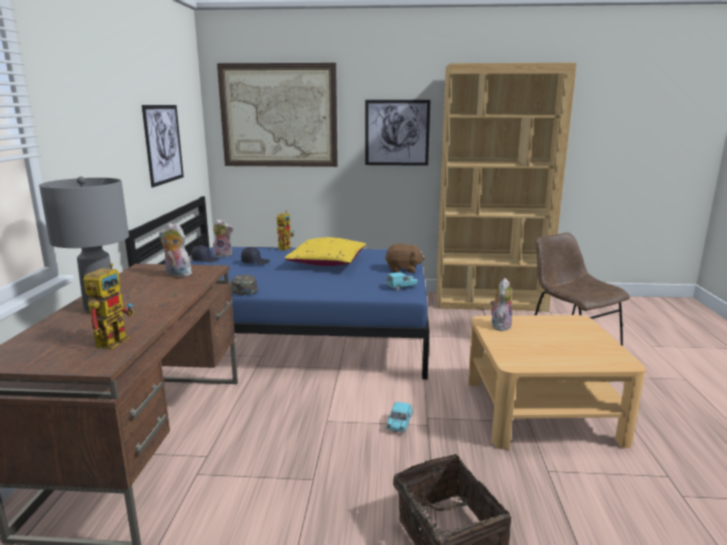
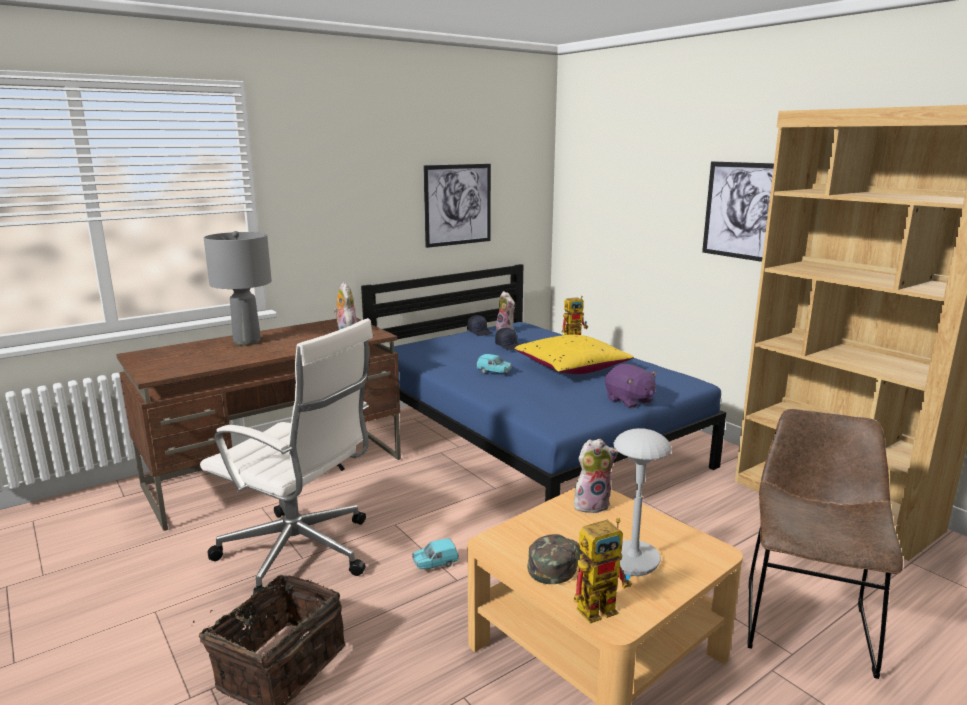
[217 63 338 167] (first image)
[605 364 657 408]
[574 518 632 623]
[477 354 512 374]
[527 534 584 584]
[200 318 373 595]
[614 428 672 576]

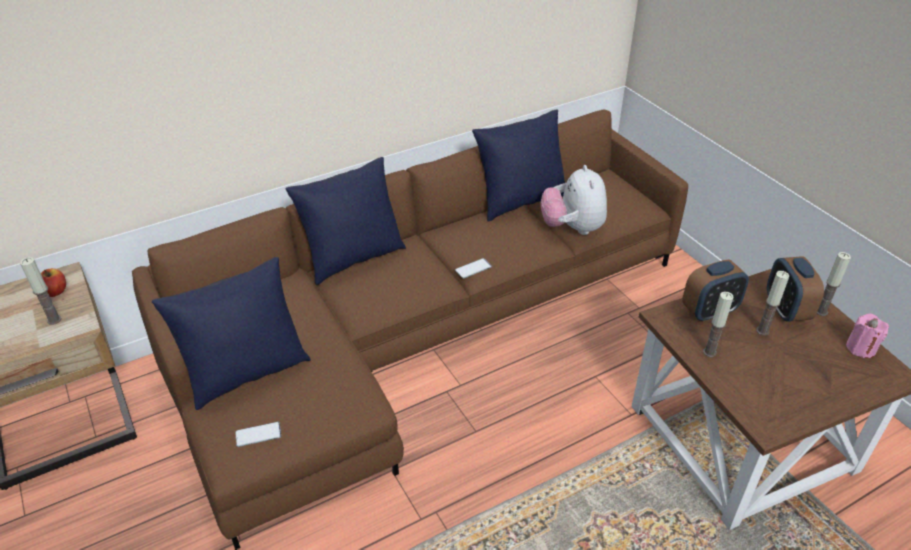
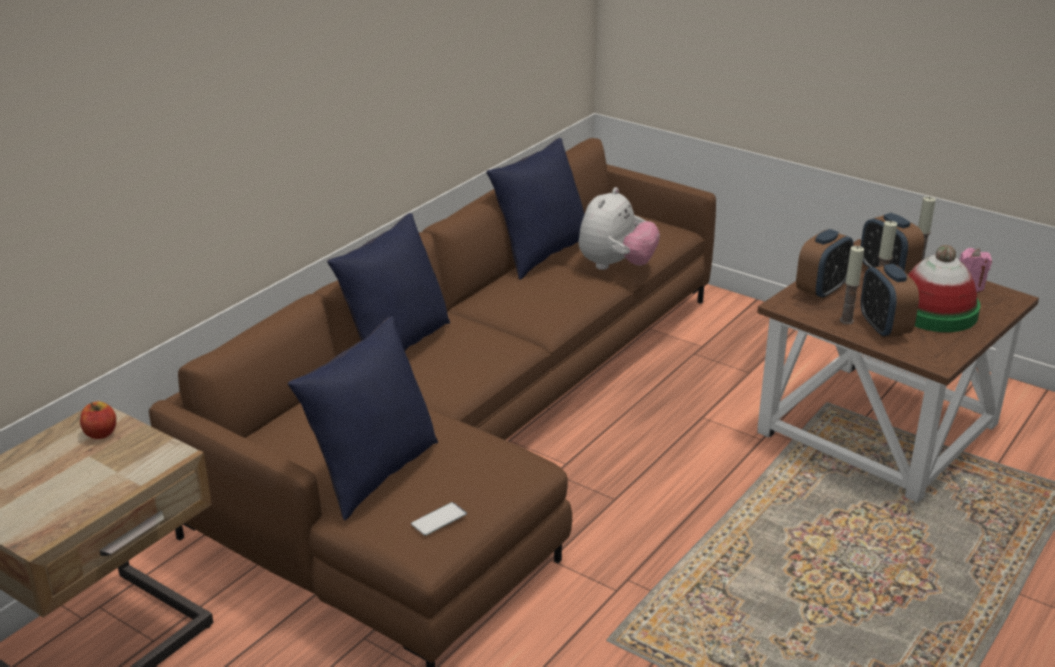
[579 187 660 270]
[20 257 62 325] (first image)
[455 258 492 278] (first image)
[908 245 981 332]
[861 264 919 338]

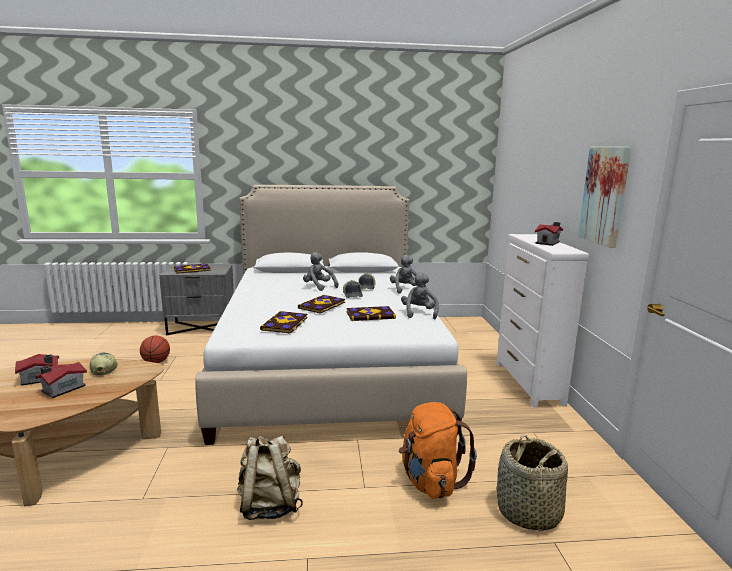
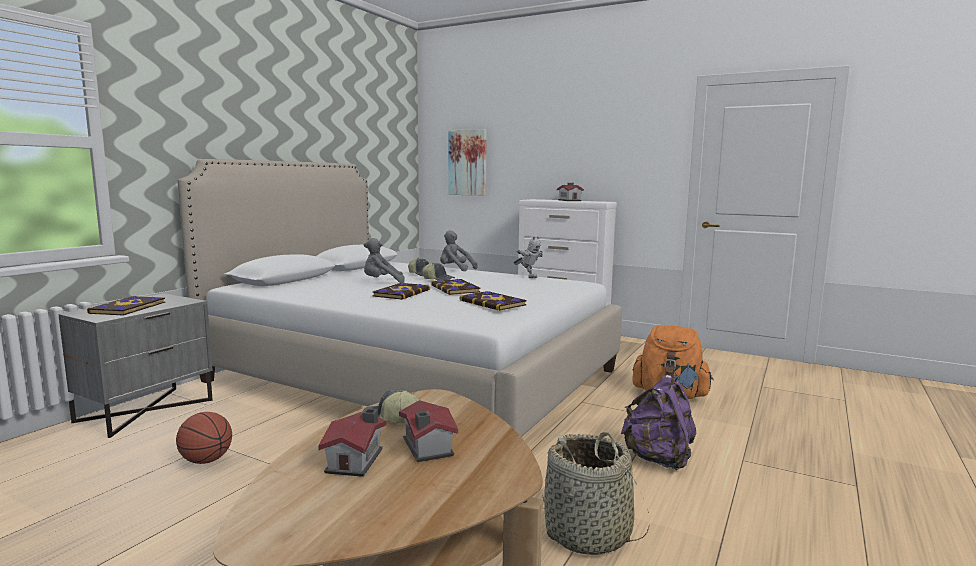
[448 129 487 196]
[513 236 543 278]
[372 282 430 300]
[542 432 650 555]
[621 375 696 470]

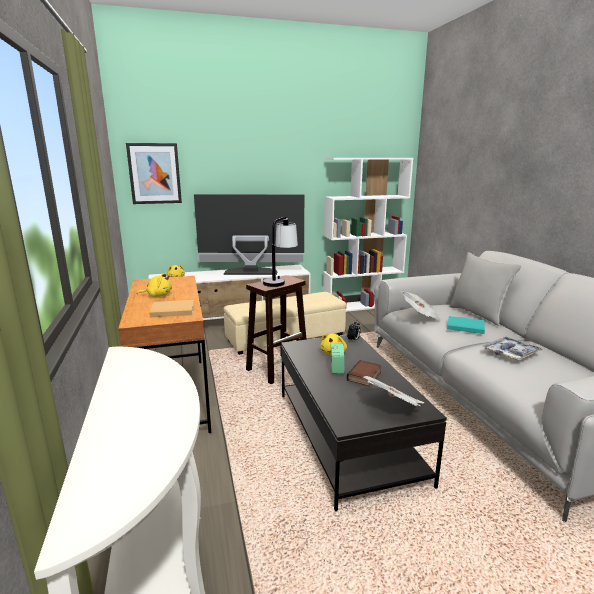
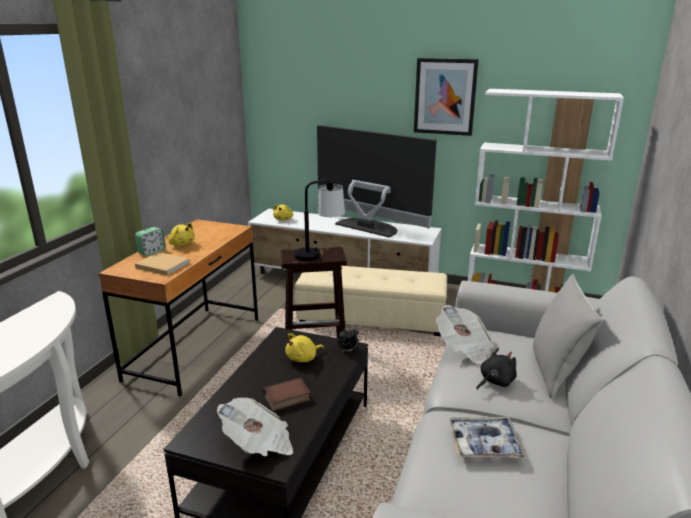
[414 58 479 136]
[477 348 516 390]
[135 227 166 256]

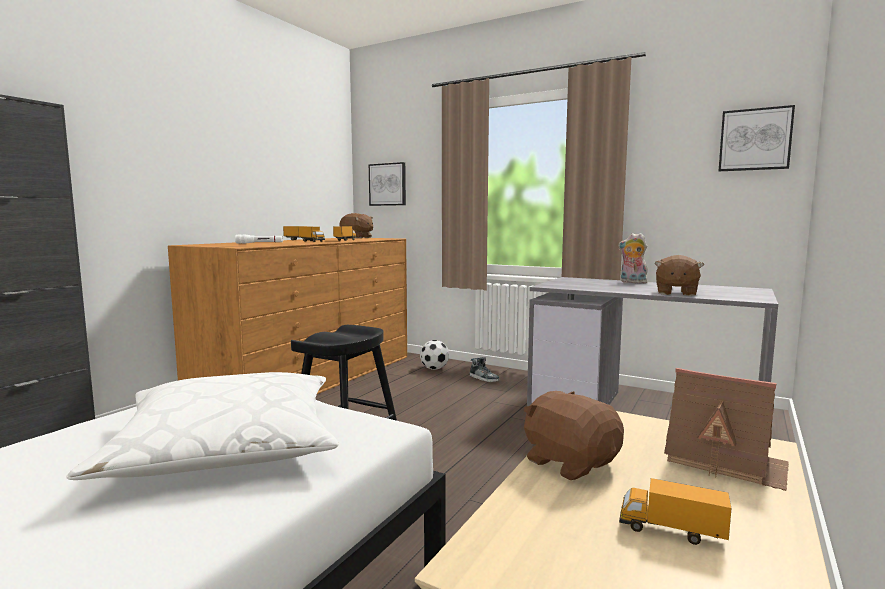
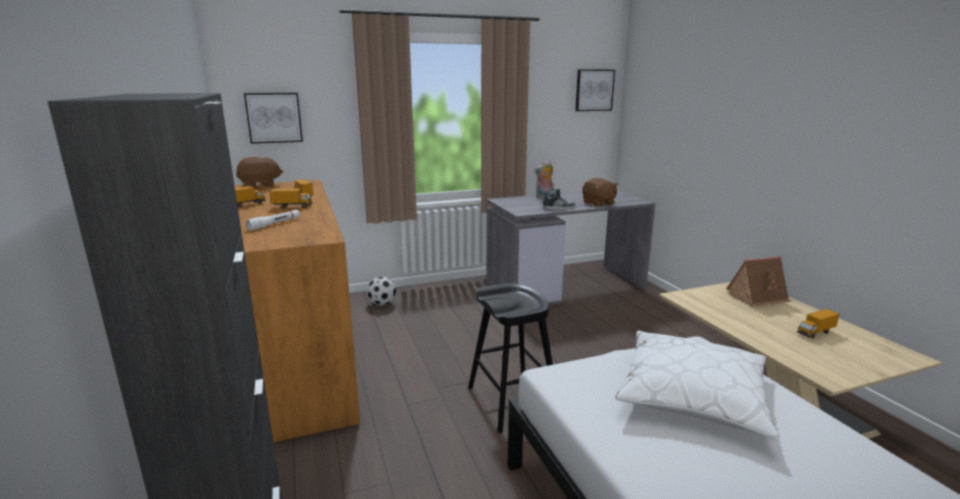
[543 189 575 209]
[524 391 624 480] (first image)

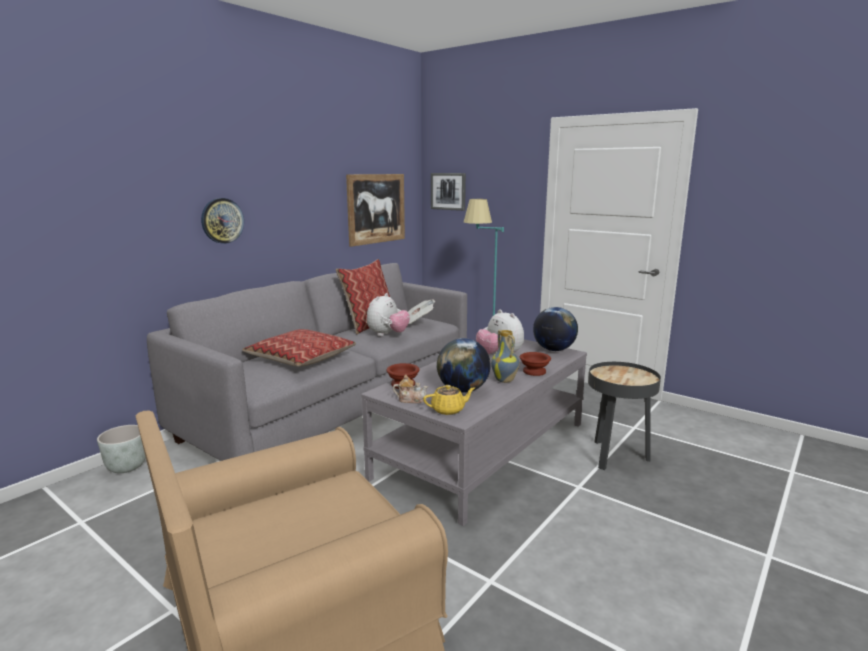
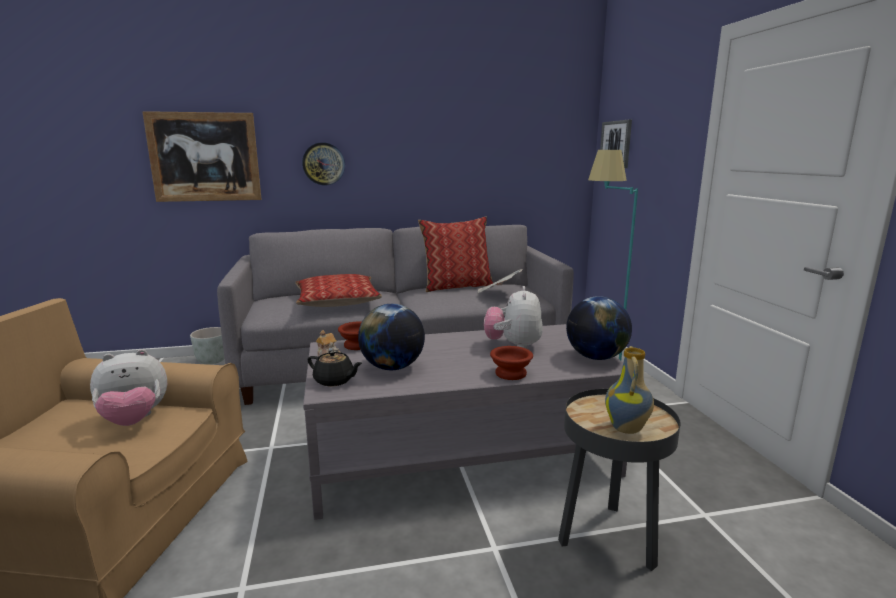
[142 111 262 202]
[90 349 167 426]
[605 346 654 434]
[308 350 362 387]

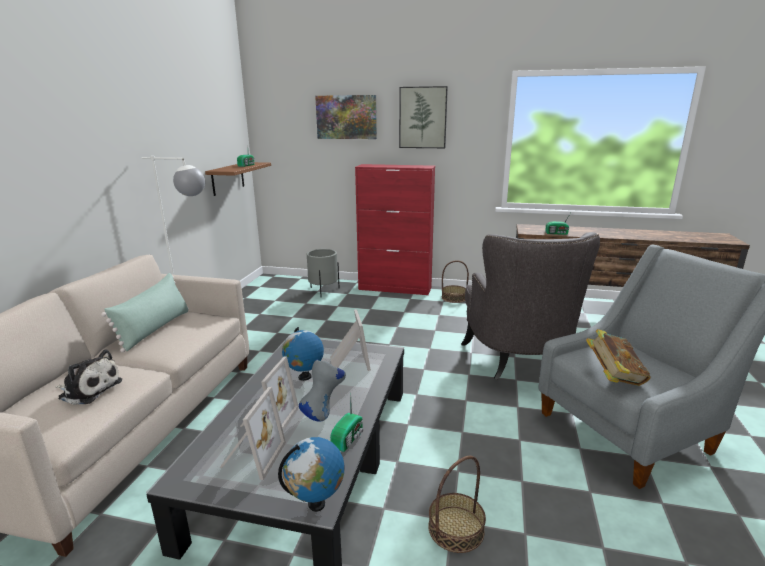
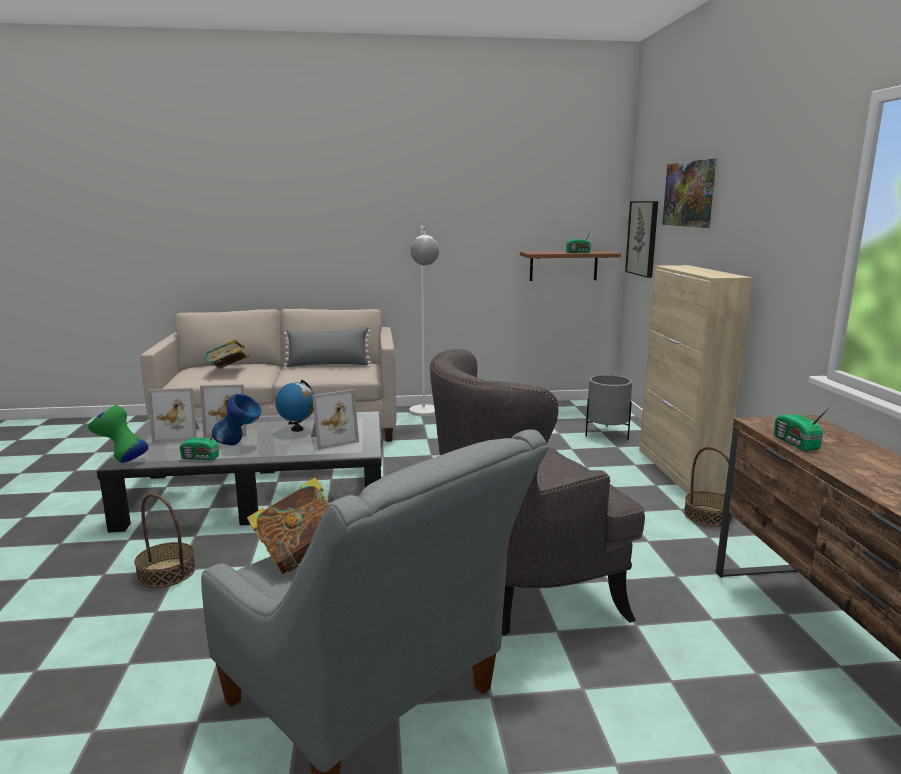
[625 201 658 278]
[639 265 753 494]
[284 326 371 367]
[205 339 249 368]
[212 394 261 445]
[88 405 149 463]

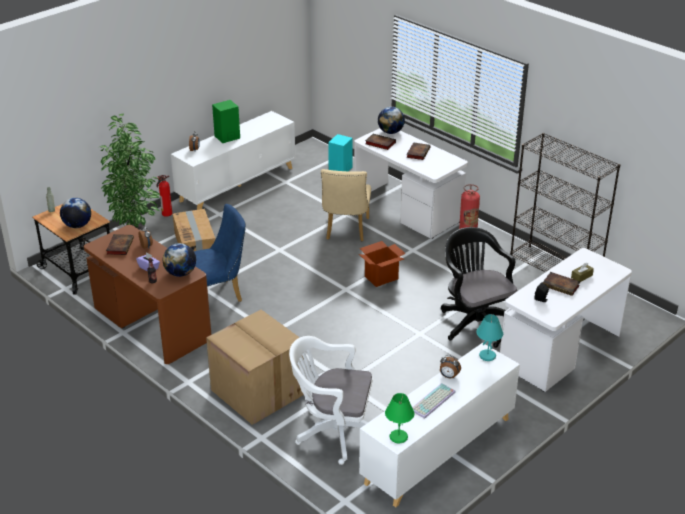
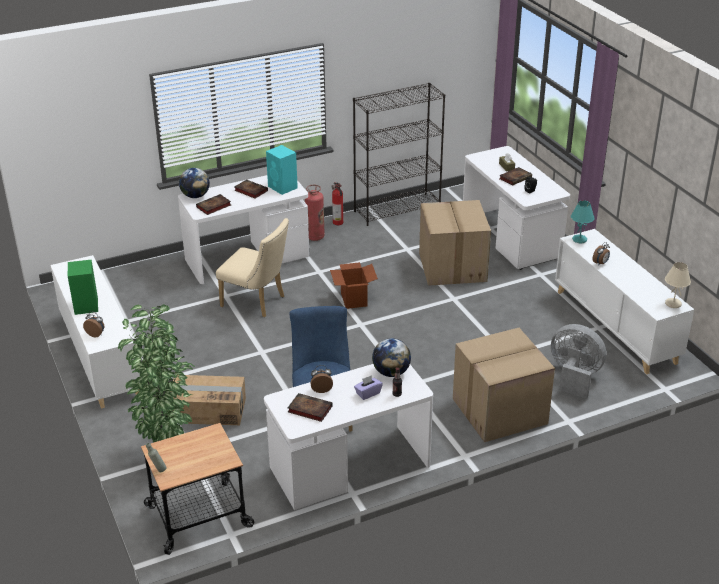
[266 145 298 195]
[332 182 343 225]
[60 198 91 228] (first image)
[264 364 433 510]
[419 200 491 286]
[551 324 606 399]
[412 383 456 419] (first image)
[665 262 691 308]

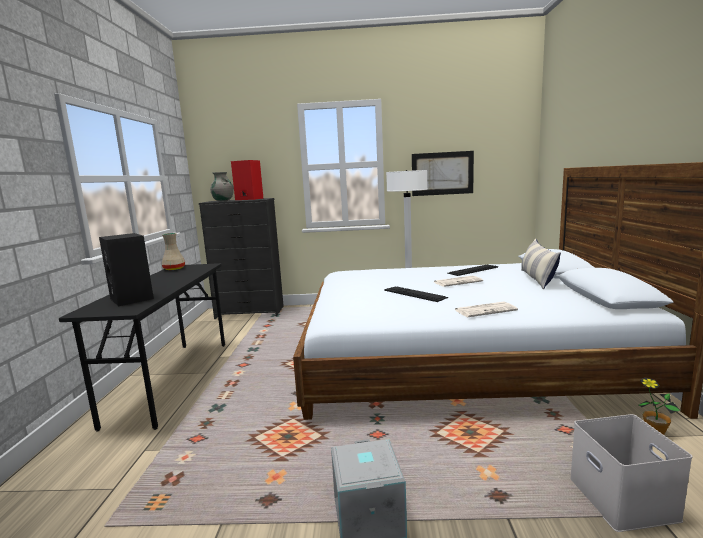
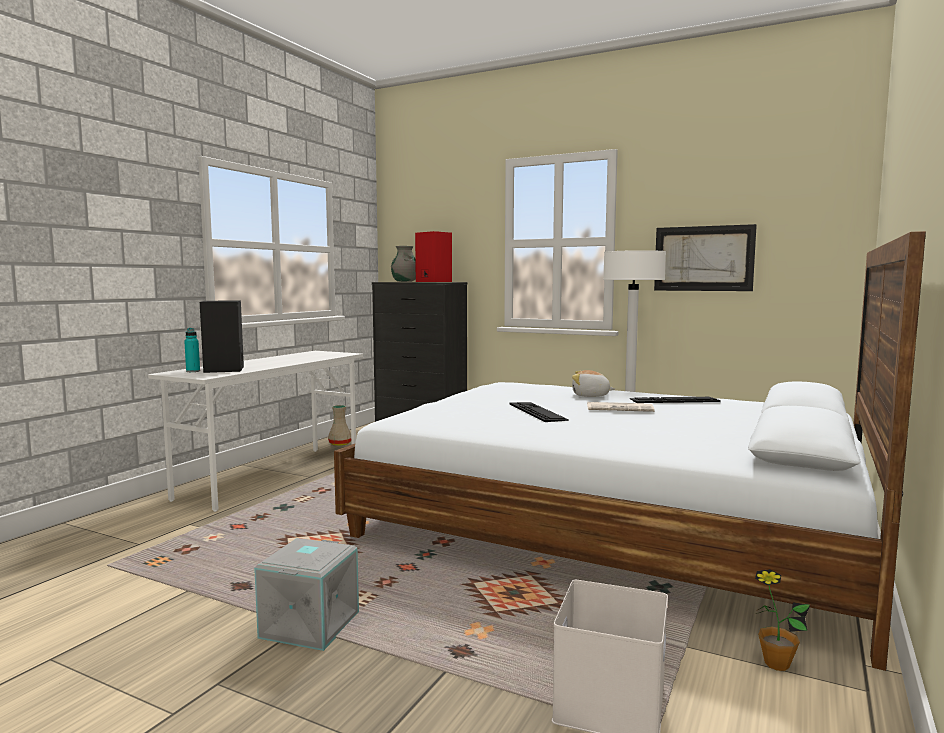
[328 405 351 446]
[521 239 561 290] (first image)
[148 351 363 512]
[455 302 518 317] (first image)
[184 328 200 372]
[572 370 615 397]

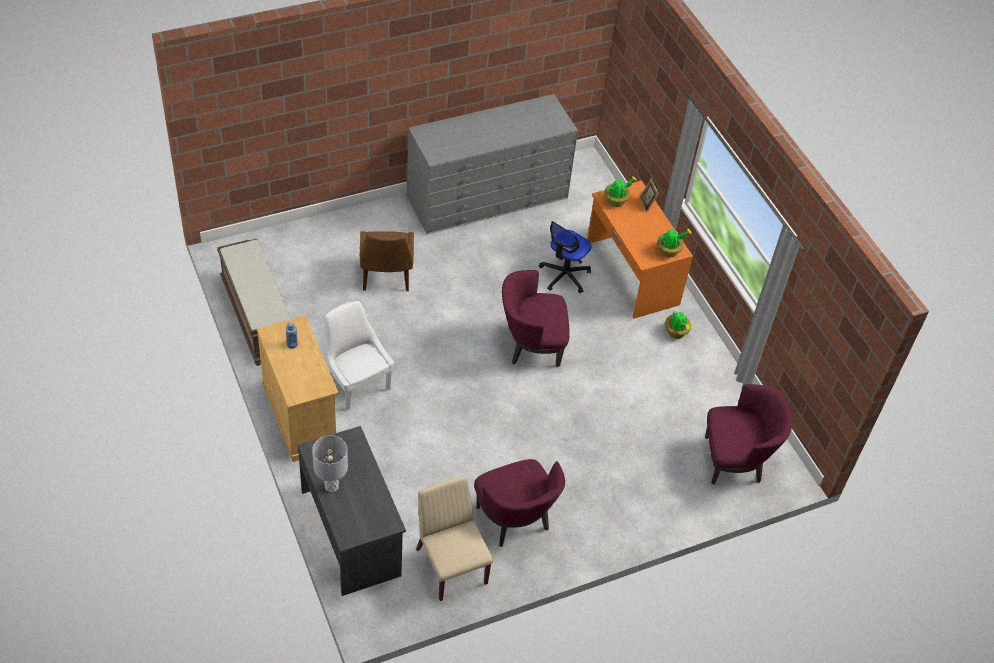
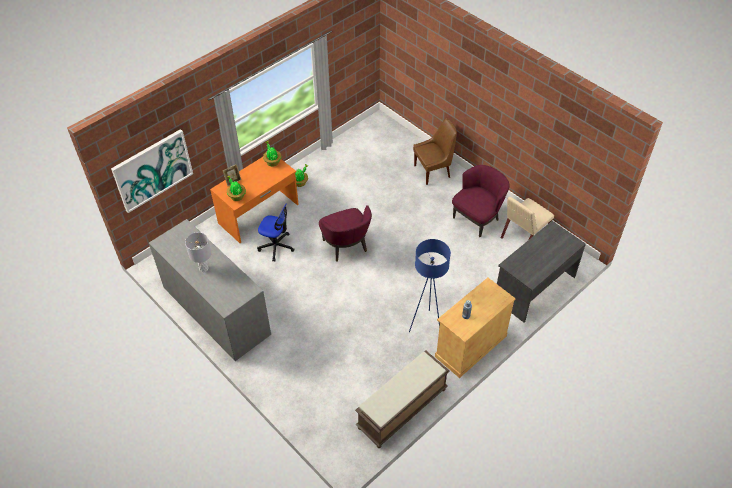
[413 119 457 185]
[409 239 451 332]
[705 384 792 484] (first image)
[185 232 212 272]
[111 129 193 213]

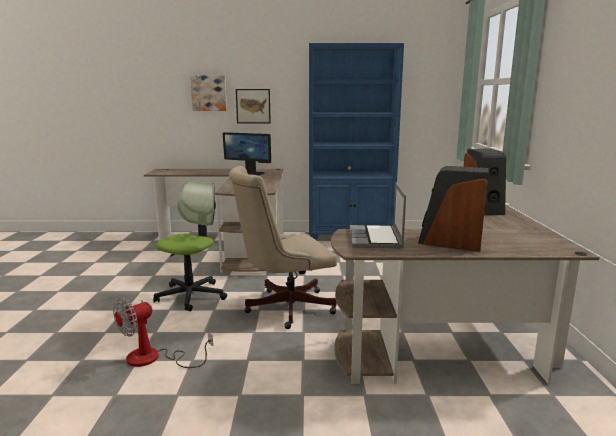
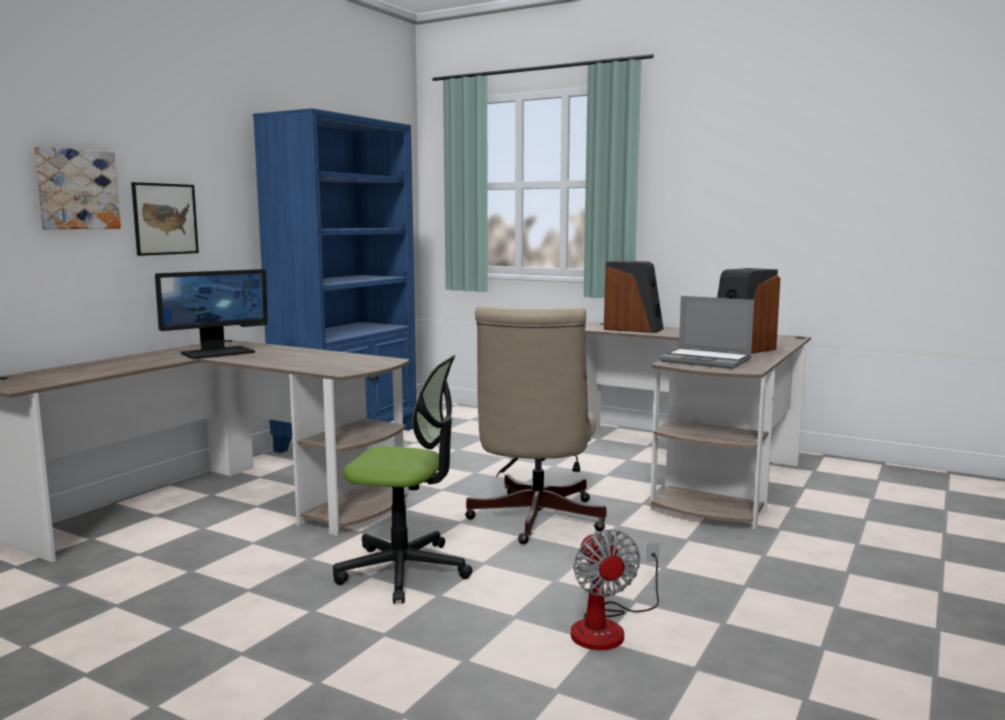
[333 355 473 604]

